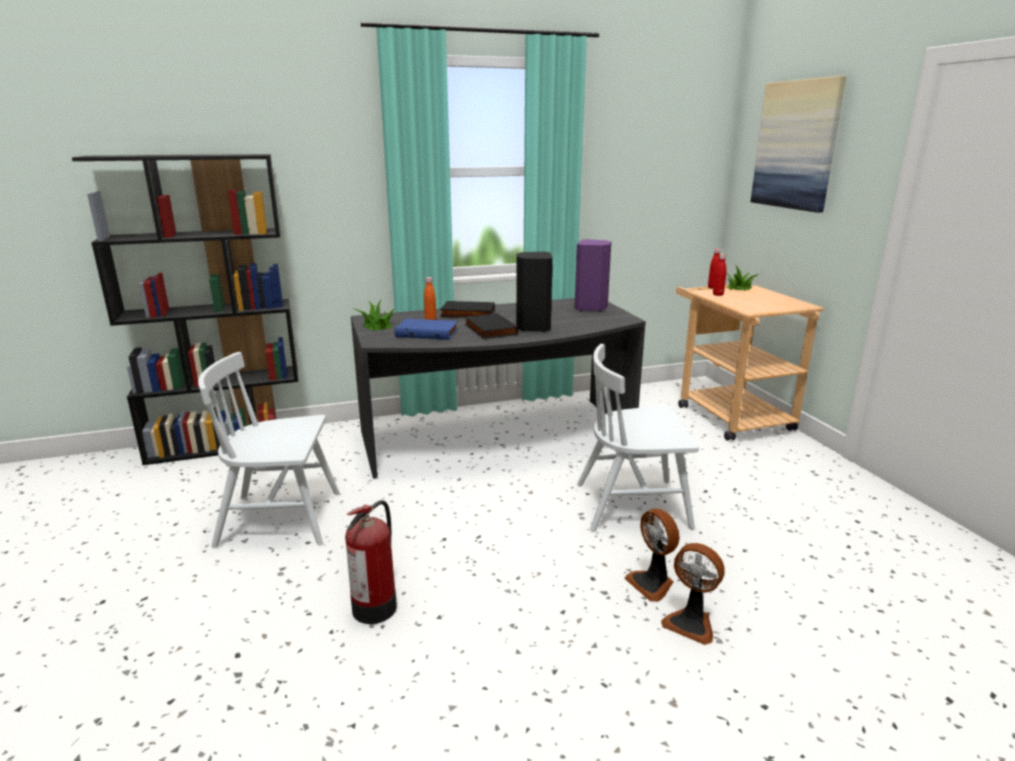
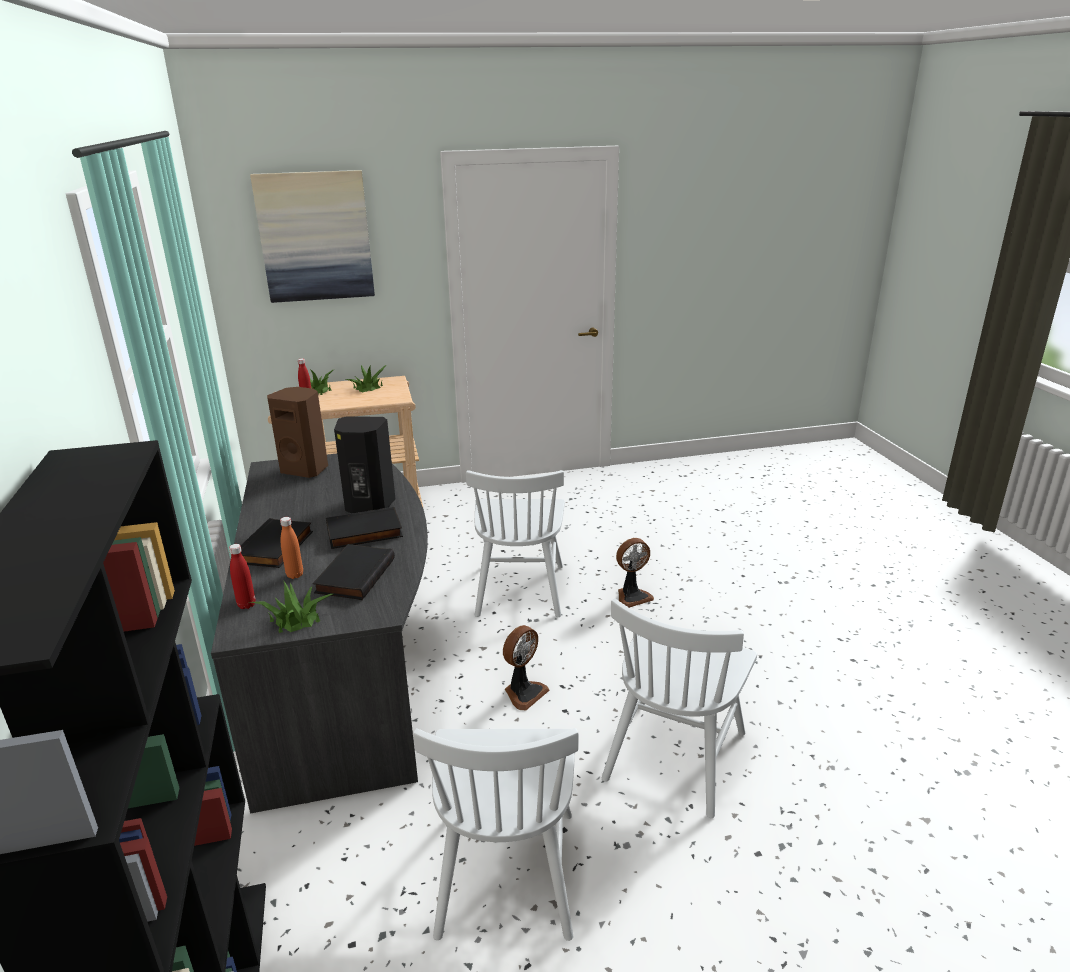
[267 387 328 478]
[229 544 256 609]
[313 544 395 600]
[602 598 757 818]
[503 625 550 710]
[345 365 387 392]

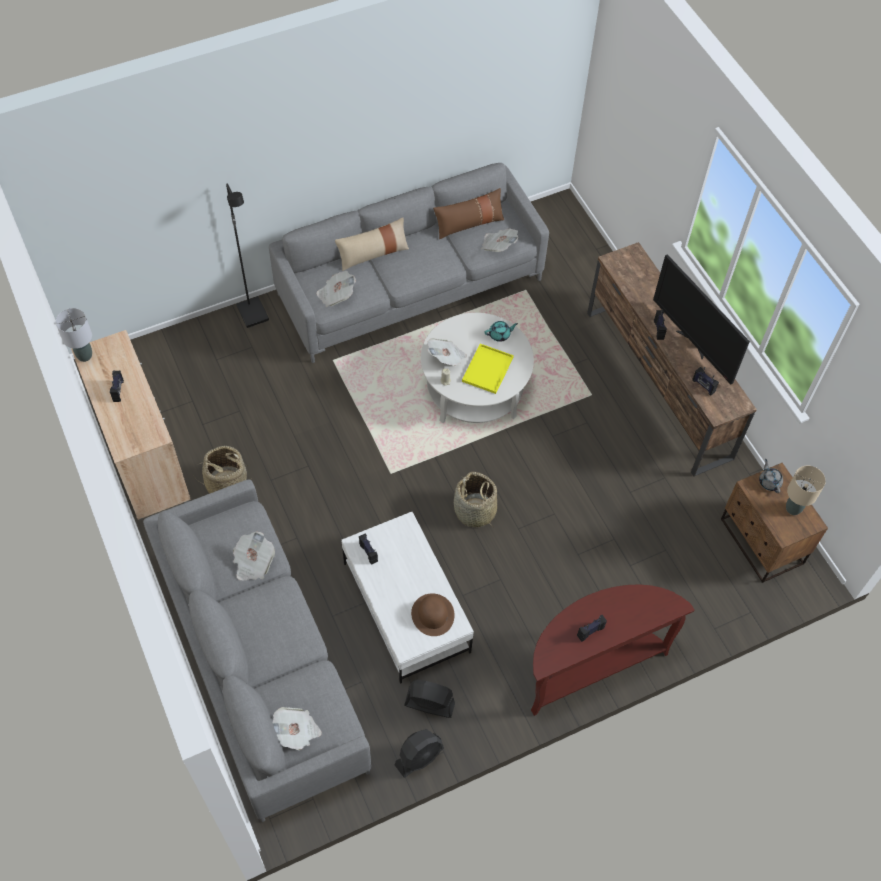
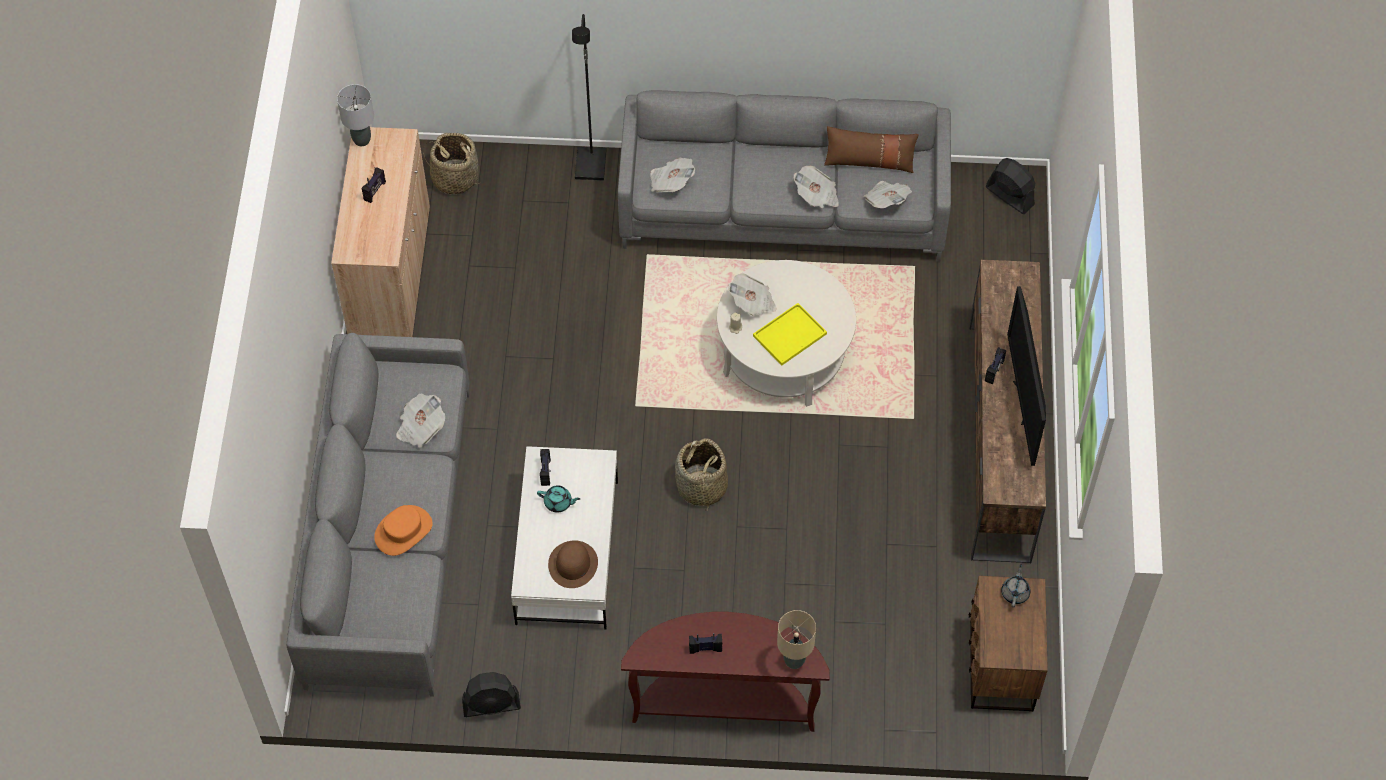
[335 217 409 271] (first image)
[537 485 580 512]
[692 367 719 396] (first image)
[423 133 481 194]
[777 610 816 669]
[986 158 1035 214]
[794 166 839 208]
[374 505 433 556]

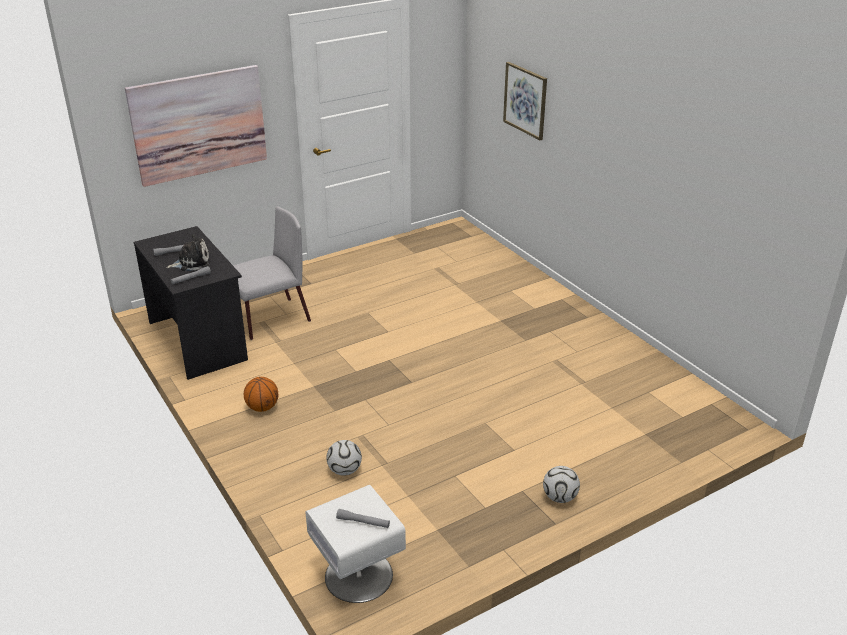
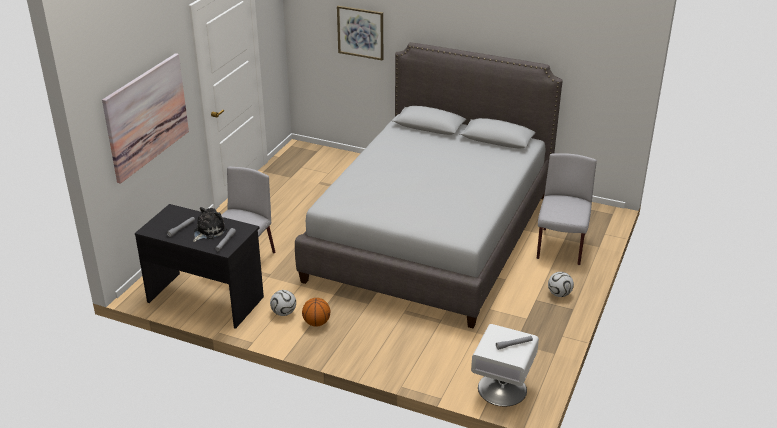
[270 290 296 316]
[295 42 563 328]
[537 153 597 265]

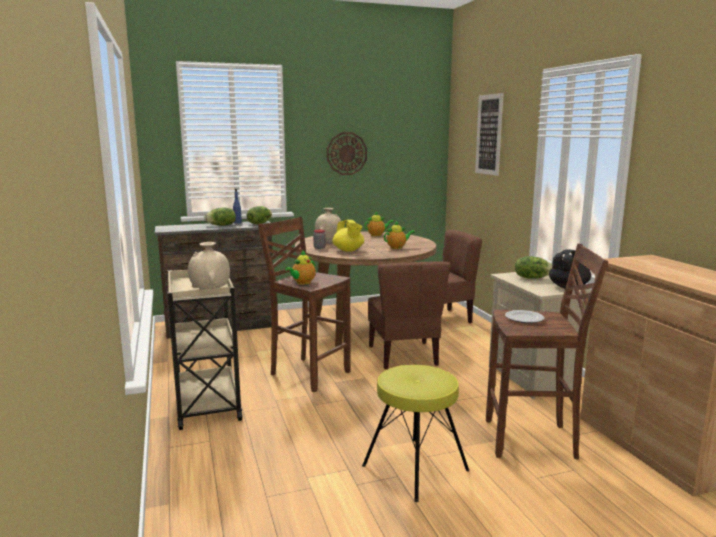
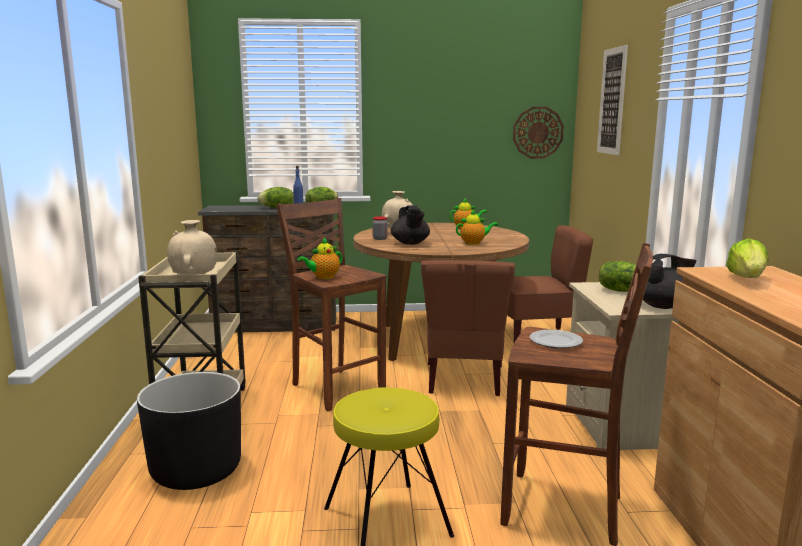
[513 107 564 159]
[391 206 430 245]
[726 238 769 278]
[137 372 241 490]

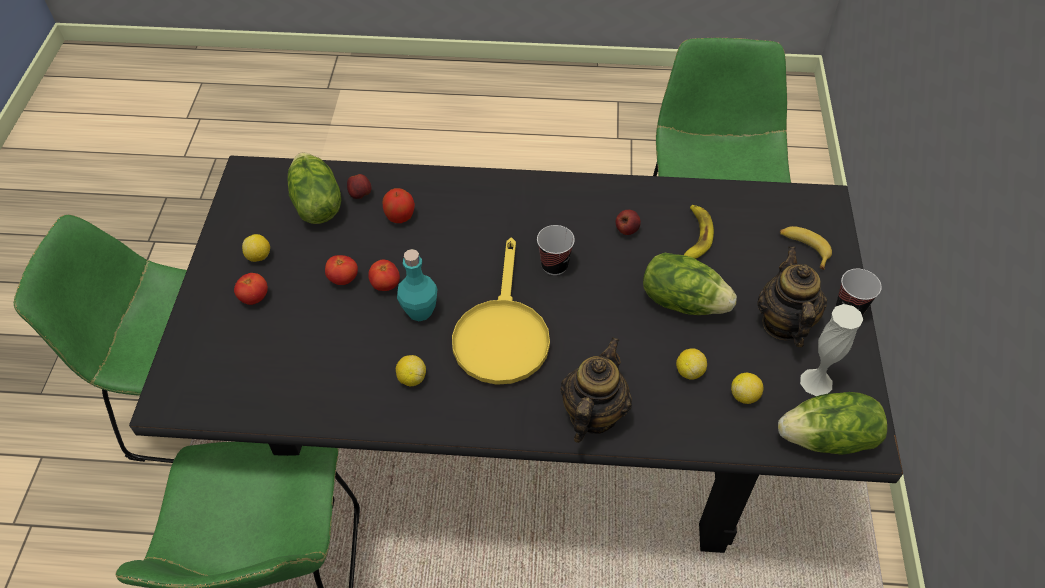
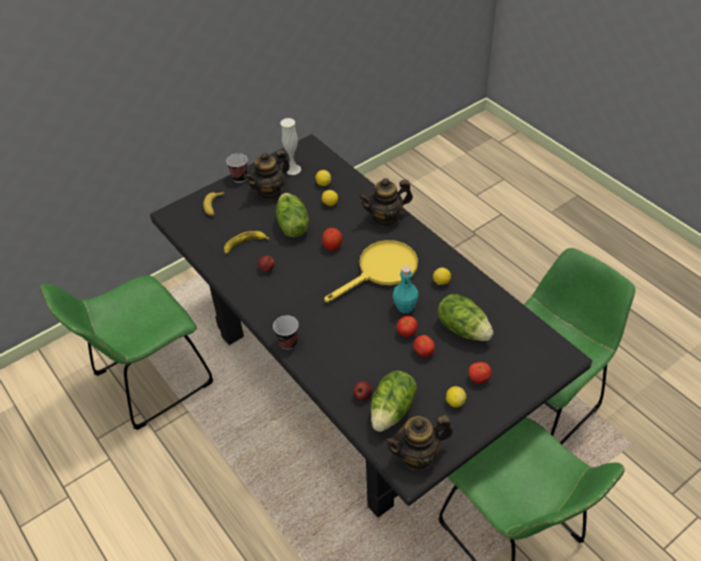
[322 228 342 250]
[273 315 299 350]
[437 294 494 341]
[384 415 453 470]

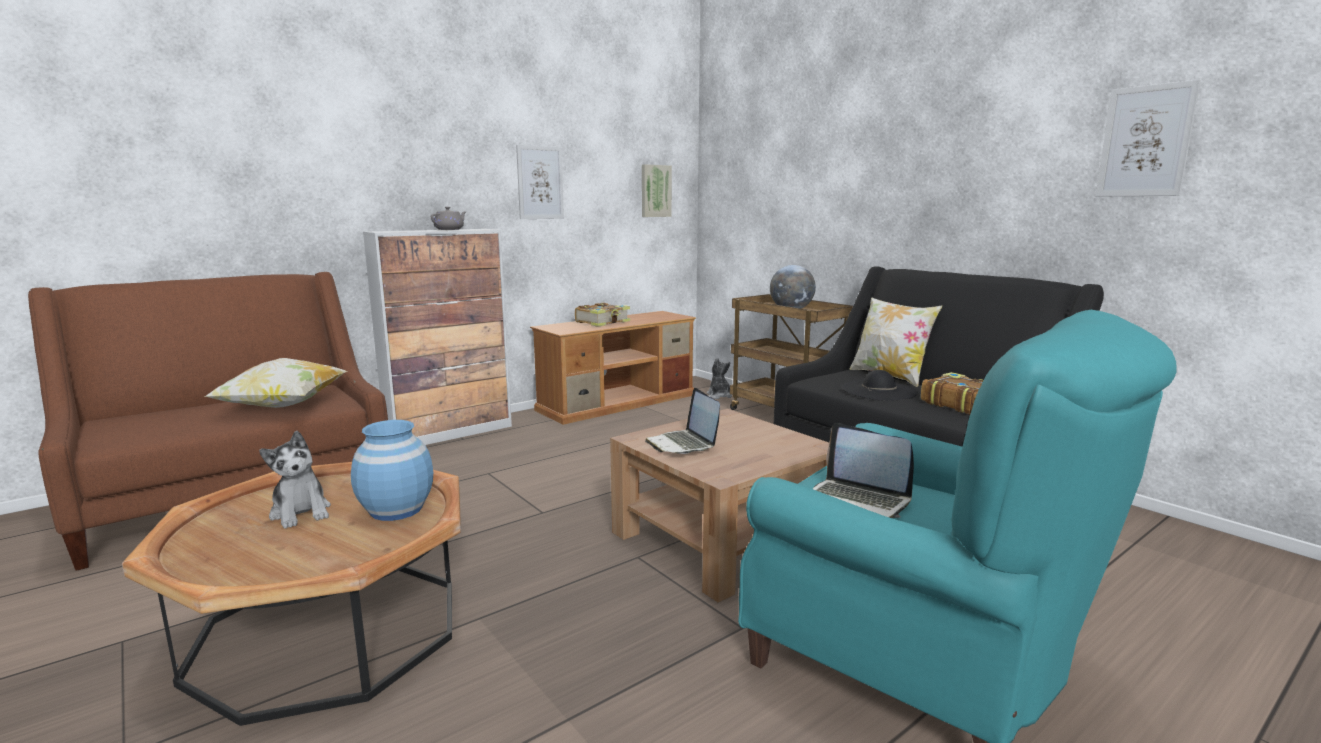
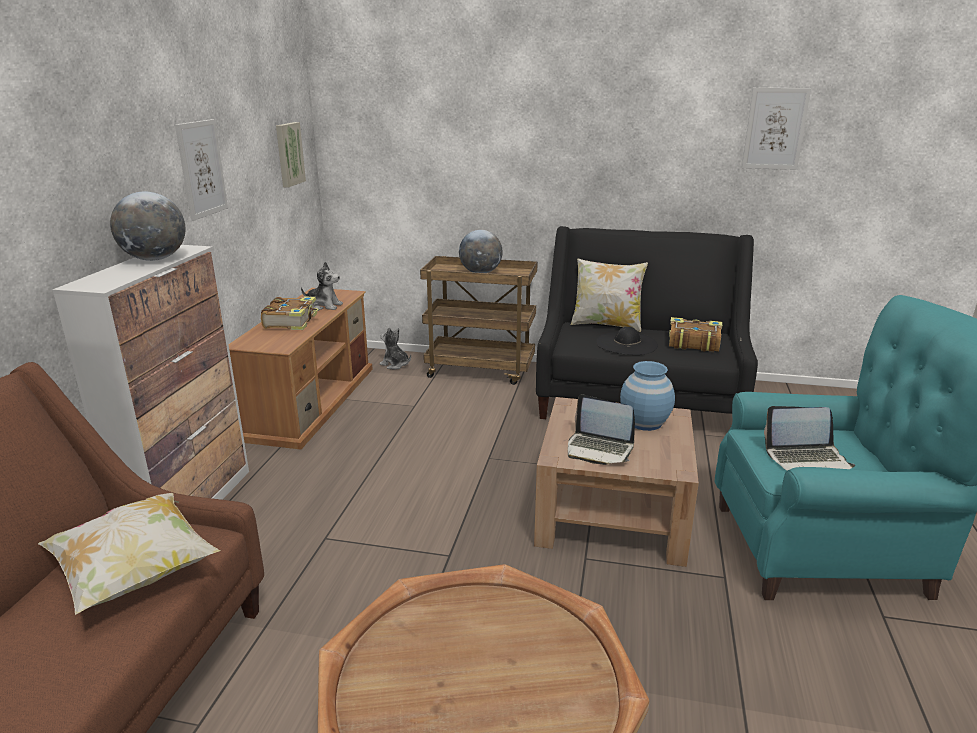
[110 192 185 261]
[620 361 675 431]
[301 262 343 310]

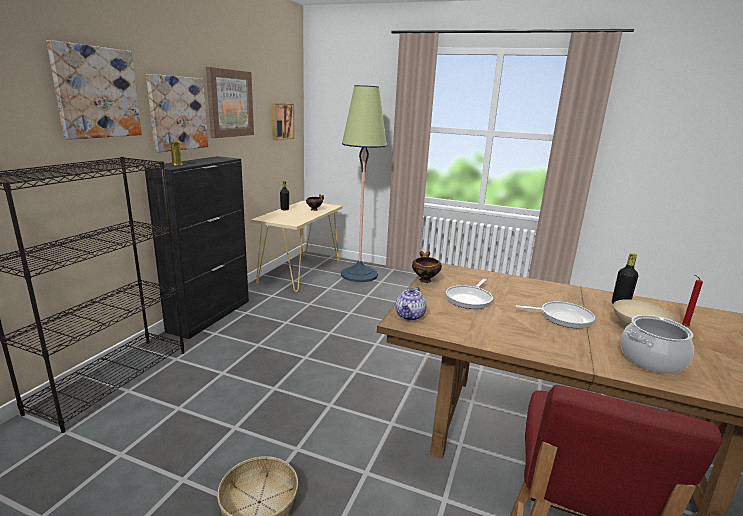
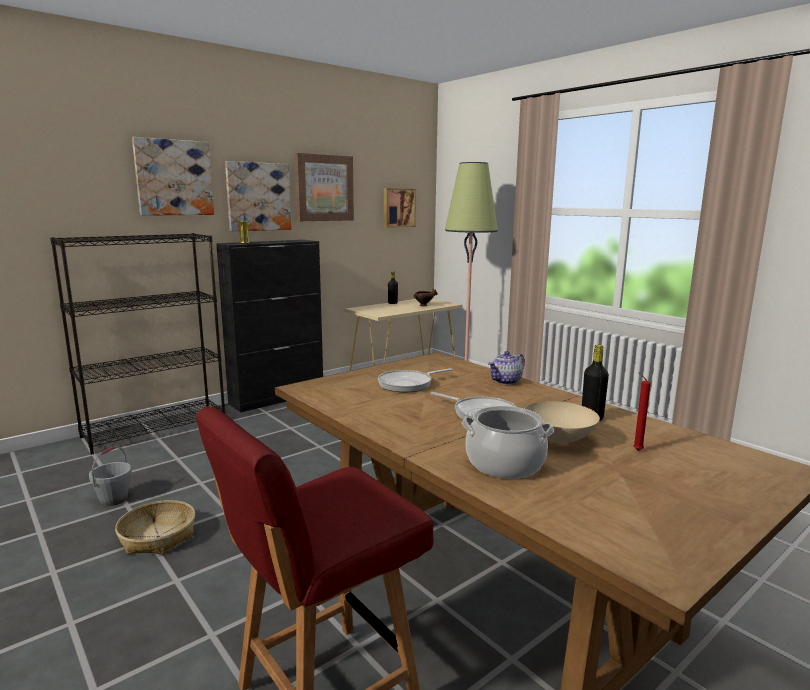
[412 251 442 283] (first image)
[488 351 525 385]
[89 446 132 506]

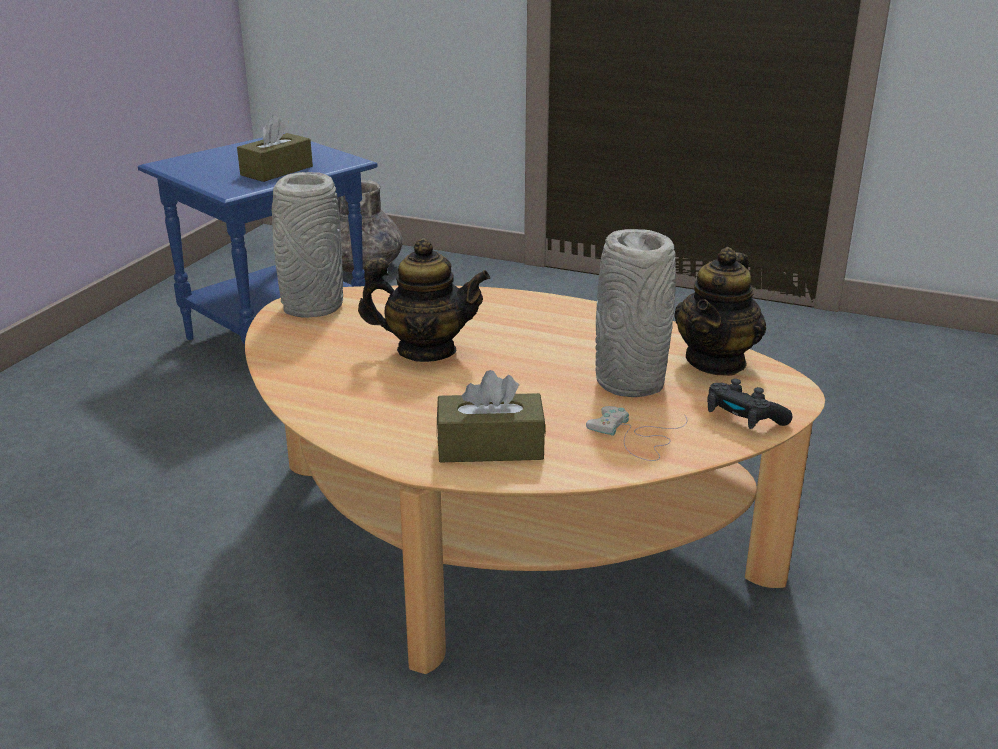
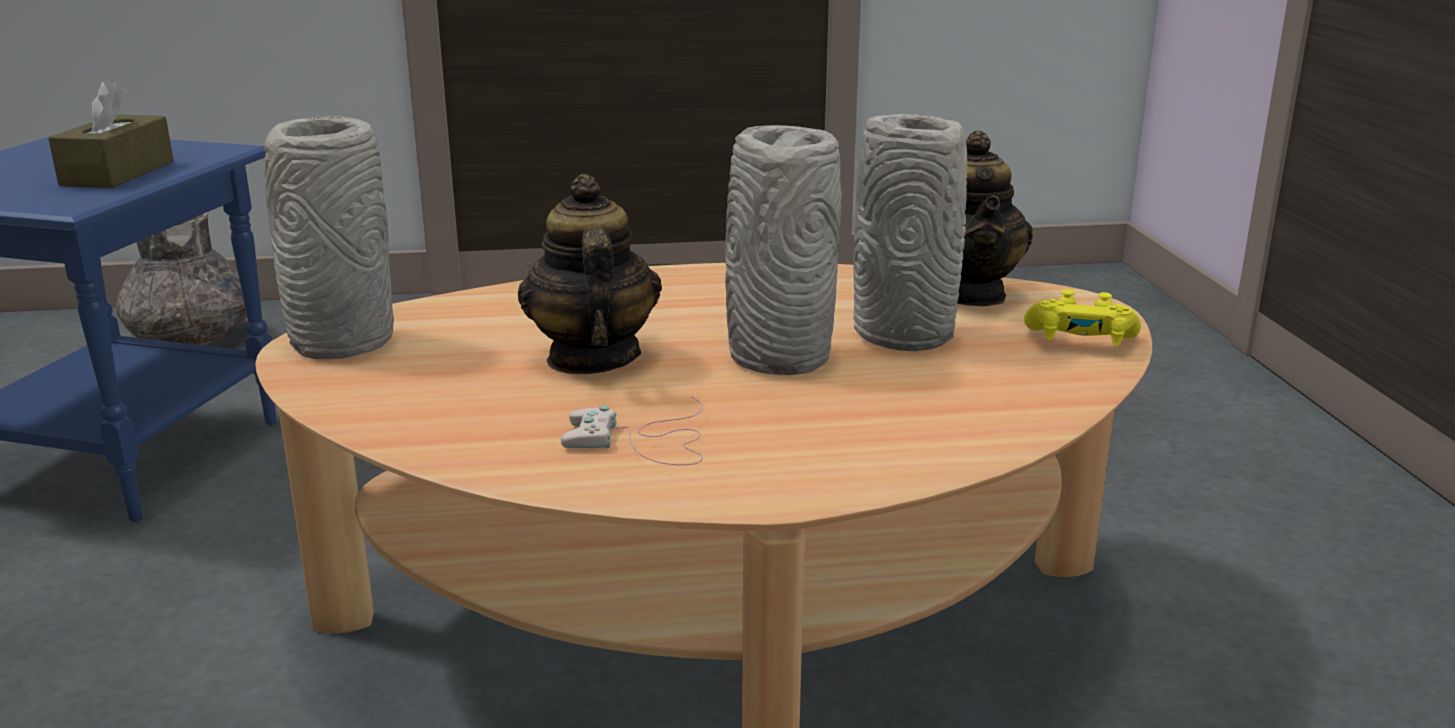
[518 174 662 374]
[437 370 546 463] (first image)
[1024 289 1141 346]
[561 396 703 465]
[725 125 842 375]

